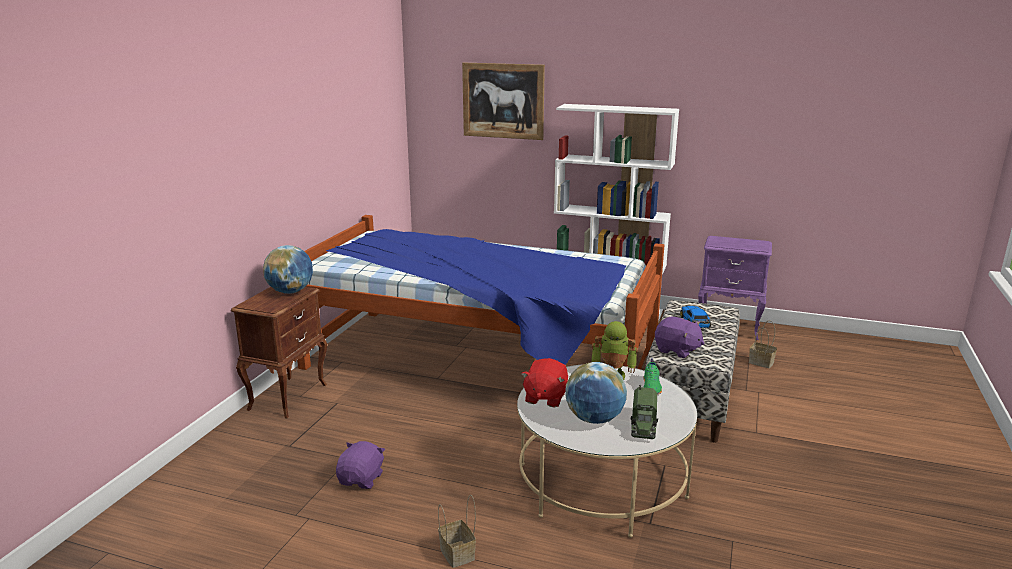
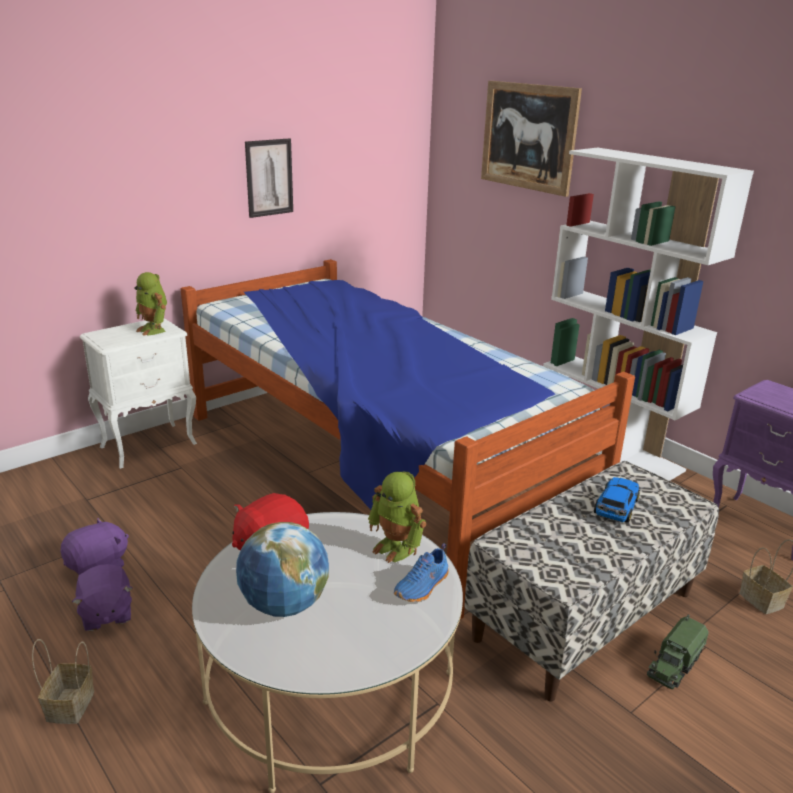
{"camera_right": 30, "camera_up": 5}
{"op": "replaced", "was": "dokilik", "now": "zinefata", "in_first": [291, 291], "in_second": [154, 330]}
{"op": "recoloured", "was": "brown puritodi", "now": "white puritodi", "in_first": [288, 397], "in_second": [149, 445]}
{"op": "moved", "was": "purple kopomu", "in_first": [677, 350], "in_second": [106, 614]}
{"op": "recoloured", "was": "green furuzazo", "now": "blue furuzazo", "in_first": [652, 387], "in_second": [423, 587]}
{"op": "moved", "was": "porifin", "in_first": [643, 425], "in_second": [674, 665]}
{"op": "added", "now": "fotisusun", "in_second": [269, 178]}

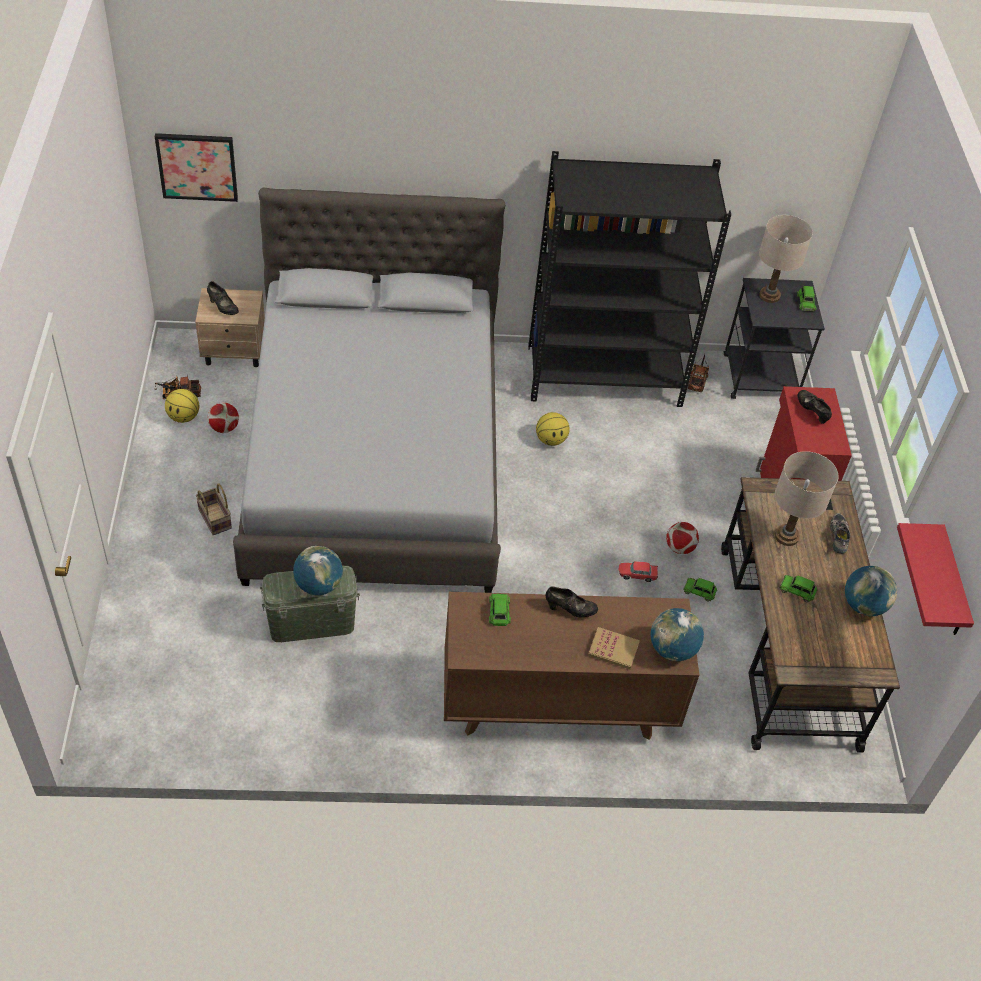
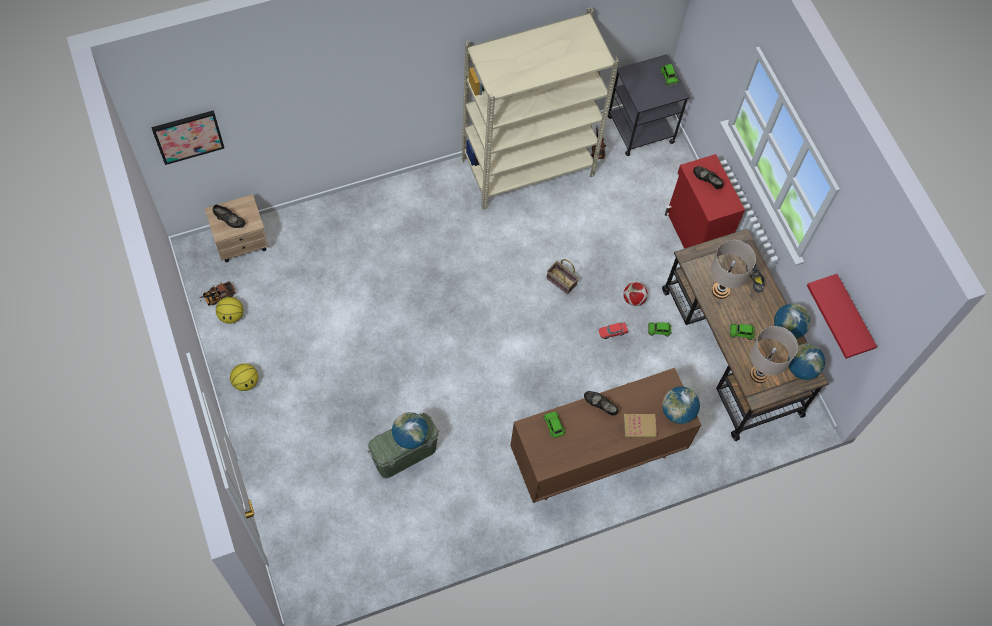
{"camera_right": -20, "camera_up": 15}
{"op": "recoloured", "was": "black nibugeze", "now": "beige nibugeze", "in_first": [604, 376], "in_second": [528, 167]}
{"op": "removed", "was": "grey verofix", "in_first": [375, 456]}
{"op": "moved", "was": "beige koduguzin", "in_first": [769, 295], "in_second": [759, 374]}
{"op": "removed", "was": "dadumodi", "in_first": [224, 428]}
{"op": "moved", "was": "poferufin", "in_first": [551, 440], "in_second": [246, 382]}
{"op": "moved", "was": "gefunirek", "in_first": [216, 519], "in_second": [562, 281]}
{"op": "turned", "was": "black furuzazo", "in_first": [570, 609], "in_second": [600, 406], "clockwise": -135}
{"op": "added", "now": "dokilik", "in_second": [801, 368]}

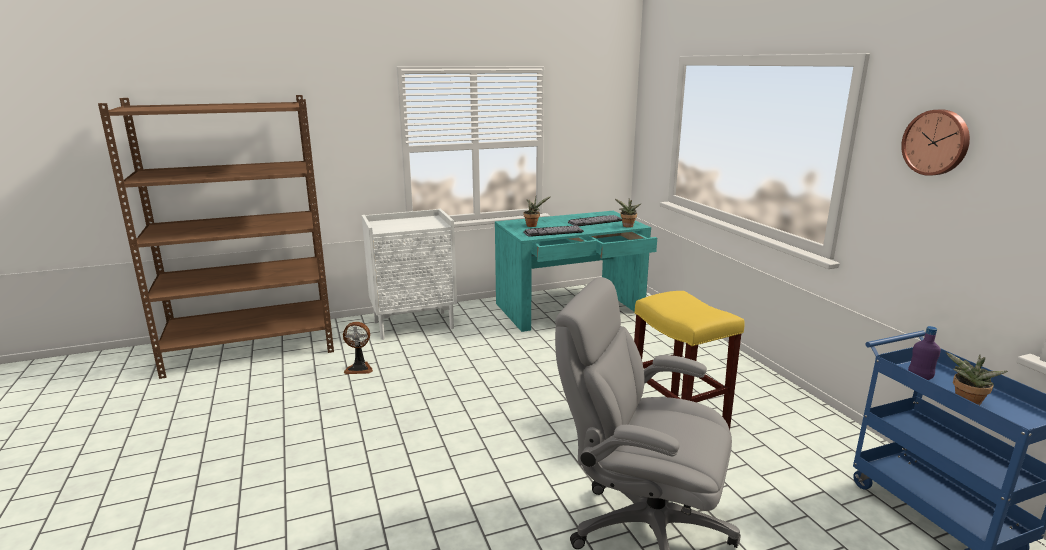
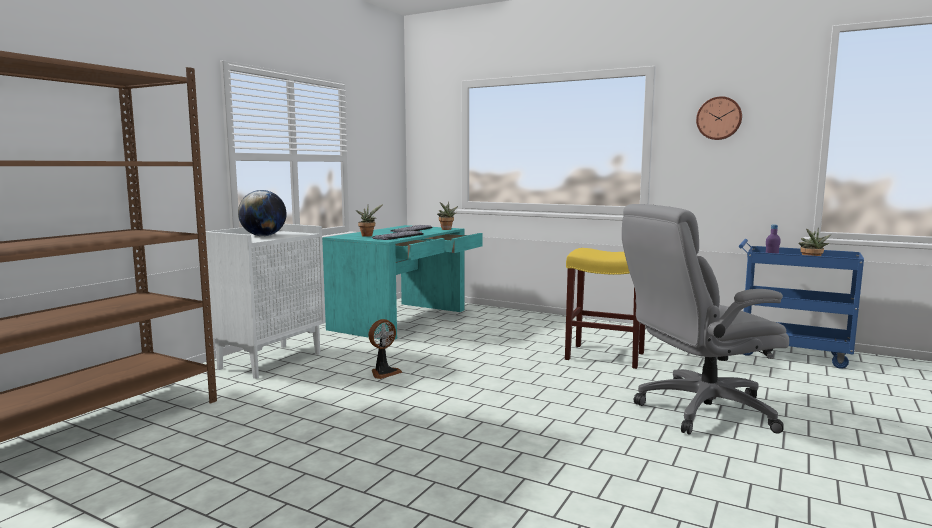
{"camera_right": -40, "camera_up": -10}
{"op": "moved", "was": "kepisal", "in_first": [359, 368], "in_second": [384, 372]}
{"op": "added", "now": "dokilik", "in_second": [263, 236]}

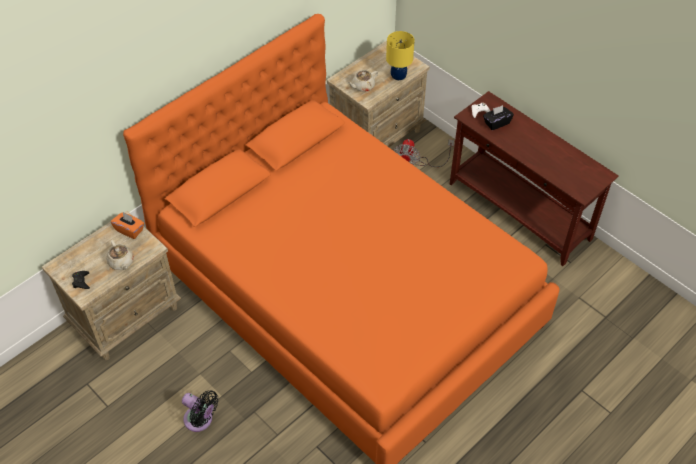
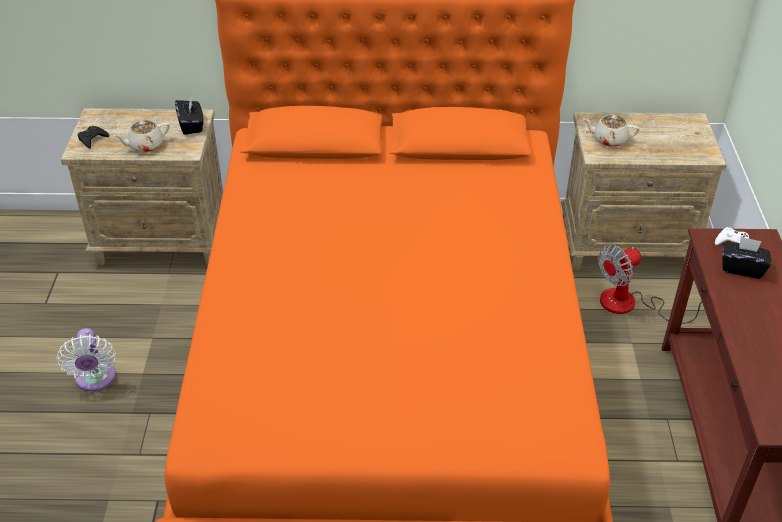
{"camera_right": 45, "camera_up": -10}
{"op": "removed", "was": "yellow koduguzin", "in_first": [398, 77]}
{"op": "recoloured", "was": "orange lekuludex", "now": "black lekuludex", "in_first": [129, 230], "in_second": [191, 125]}
{"op": "turned", "was": "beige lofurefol", "in_first": [121, 262], "in_second": [145, 145], "clockwise": 45}
{"op": "recoloured", "was": "black kepisal", "now": "white kepisal", "in_first": [200, 420], "in_second": [95, 380]}

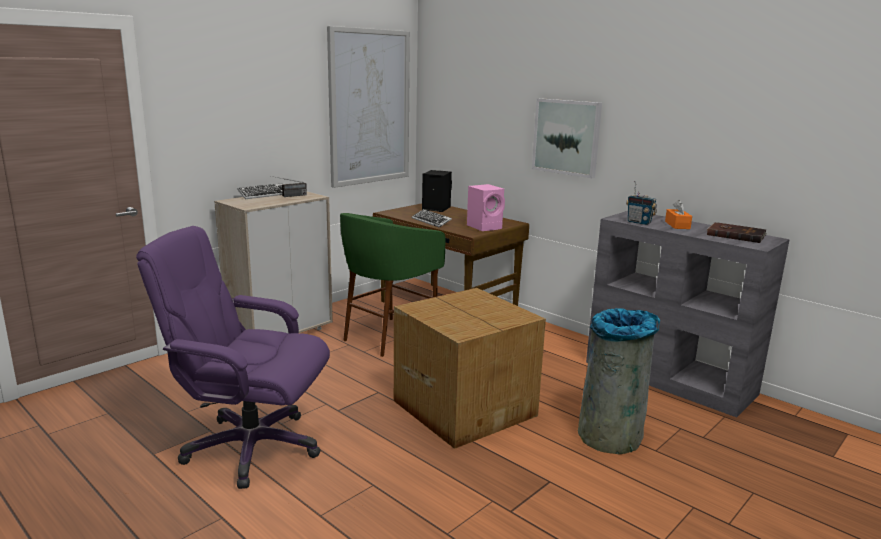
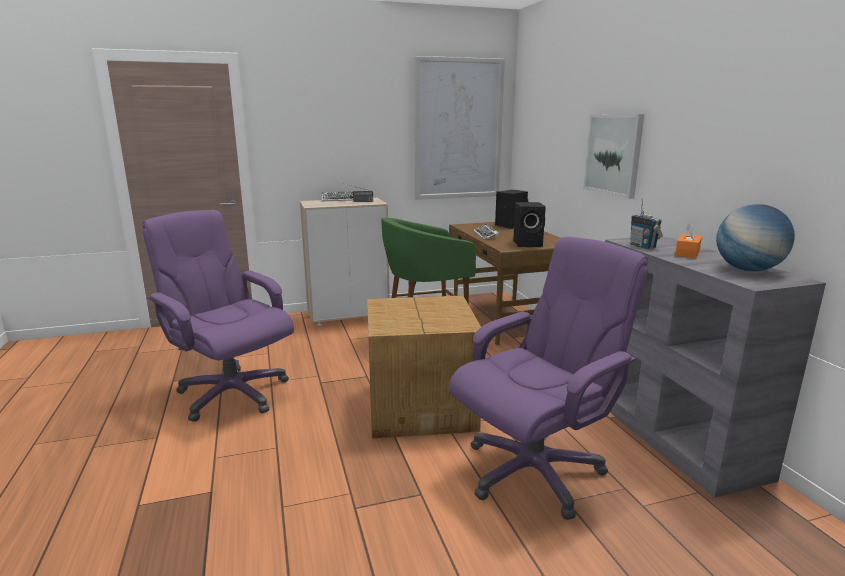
{"camera_right": 30, "camera_up": 0}
{"op": "recoloured", "was": "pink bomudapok", "now": "black bomudapok", "in_first": [485, 227], "in_second": [529, 244]}
{"op": "replaced", "was": "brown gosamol", "now": "dokilik", "in_first": [735, 235], "in_second": [748, 270]}
{"op": "replaced", "was": "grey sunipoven", "now": "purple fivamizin", "in_first": [611, 435], "in_second": [534, 470]}

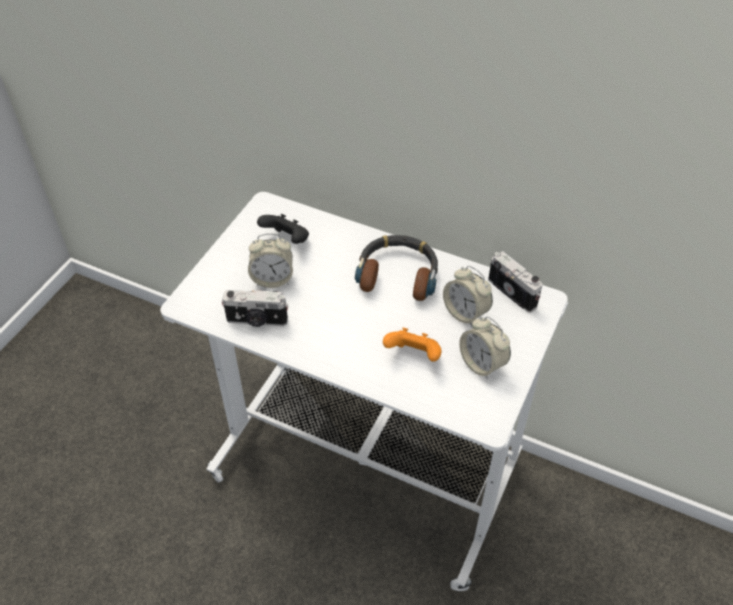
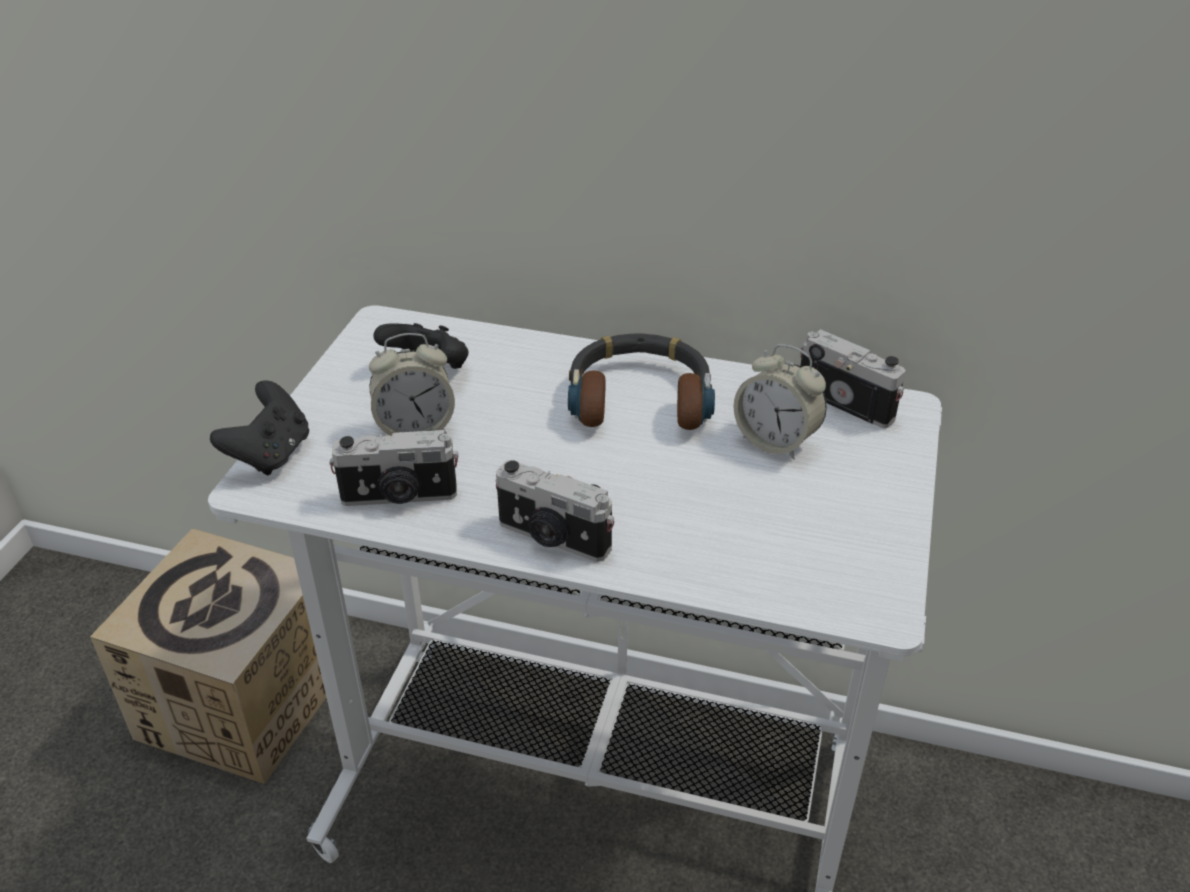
{"camera_right": -10, "camera_up": -10}
{"op": "removed", "was": "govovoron", "in_first": [482, 364]}
{"op": "removed", "was": "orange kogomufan", "in_first": [413, 355]}
{"op": "added", "now": "black kogomufan", "in_second": [271, 454]}
{"op": "added", "now": "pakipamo", "in_second": [552, 538]}
{"op": "added", "now": "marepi", "in_second": [242, 703]}

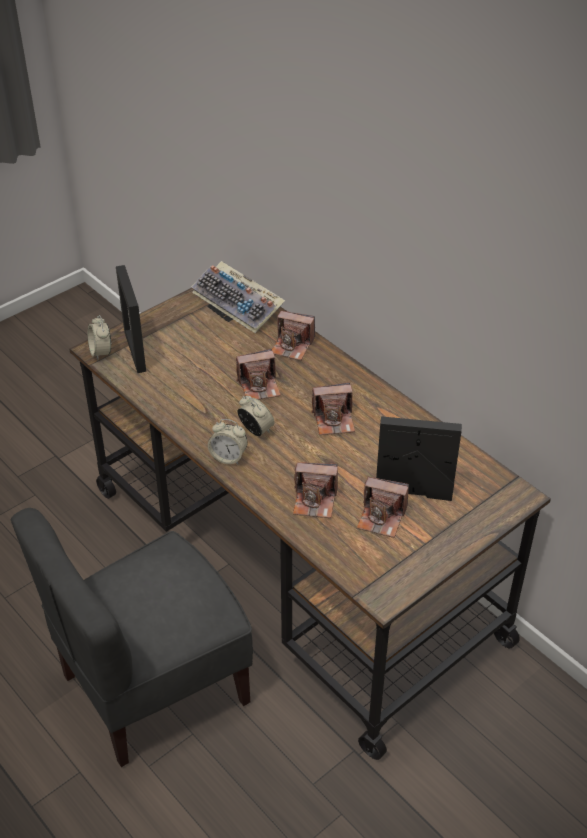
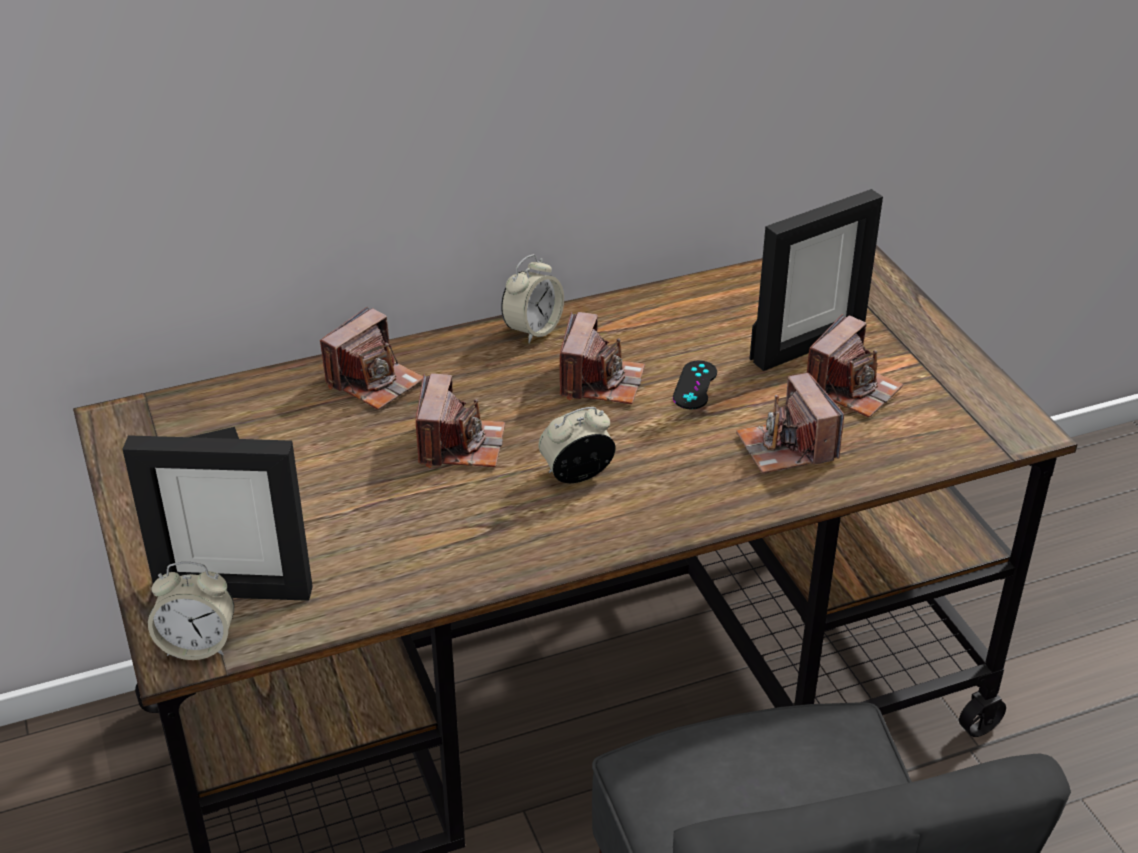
{"camera_right": -70, "camera_up": -5}
{"op": "removed", "was": "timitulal", "in_first": [239, 303]}
{"op": "turned", "was": "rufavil", "in_first": [413, 492], "in_second": [807, 345], "clockwise": -150}
{"op": "moved", "was": "govovoron", "in_first": [228, 457], "in_second": [533, 330]}
{"op": "turned", "was": "pakipamo", "in_first": [315, 500], "in_second": [786, 448], "clockwise": 135}
{"op": "added", "now": "black kogomufan", "in_second": [695, 385]}

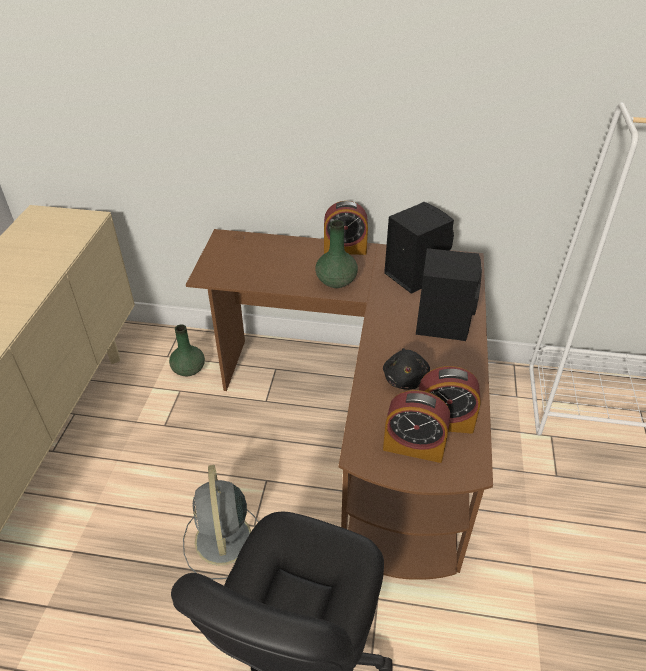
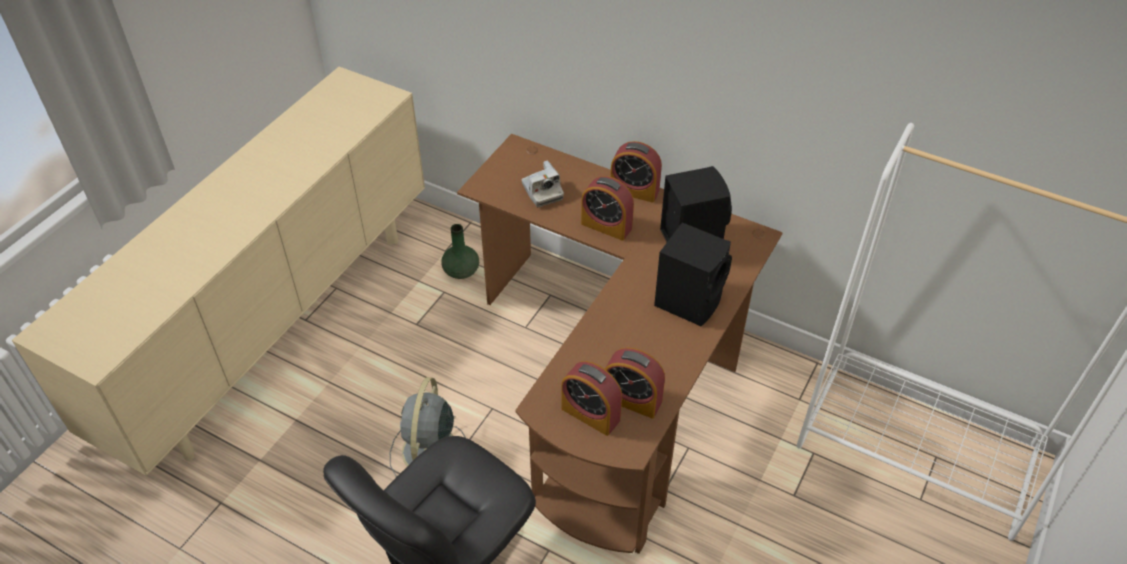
{"camera_right": 20, "camera_up": 5}
{"op": "replaced", "was": "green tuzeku", "now": "govovoron", "in_first": [336, 281], "in_second": [606, 226]}
{"op": "removed", "was": "black kopomu", "in_first": [405, 378]}
{"op": "added", "now": "pakipamo", "in_second": [542, 192]}

